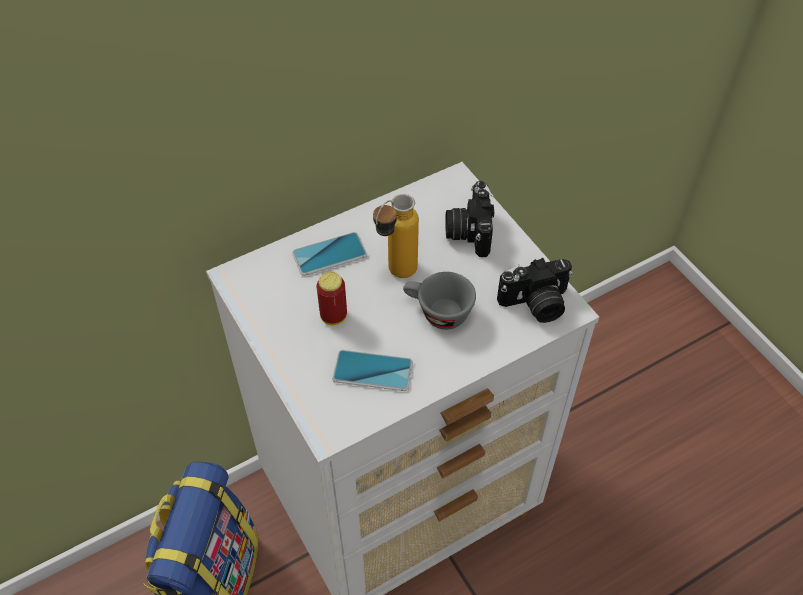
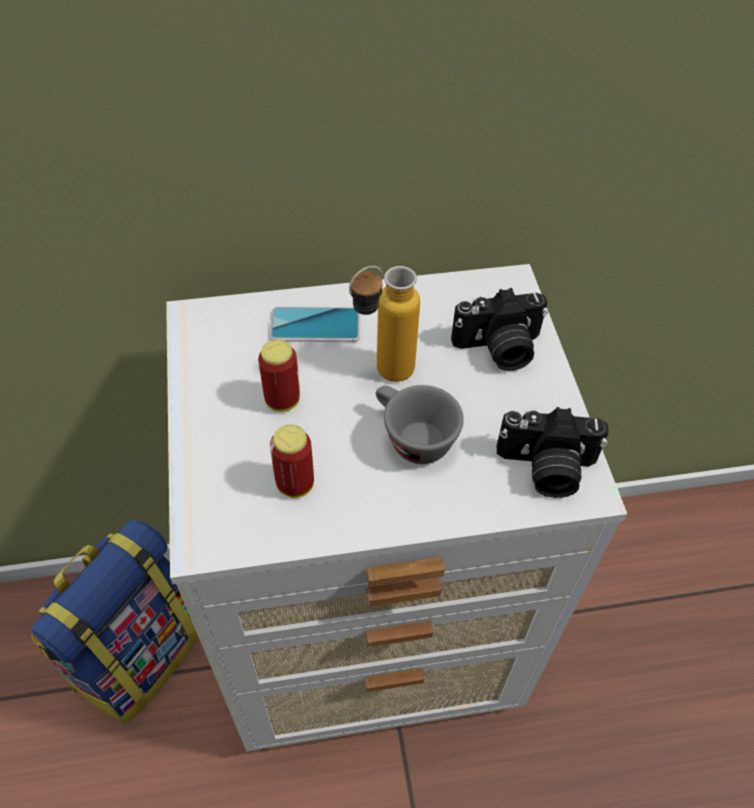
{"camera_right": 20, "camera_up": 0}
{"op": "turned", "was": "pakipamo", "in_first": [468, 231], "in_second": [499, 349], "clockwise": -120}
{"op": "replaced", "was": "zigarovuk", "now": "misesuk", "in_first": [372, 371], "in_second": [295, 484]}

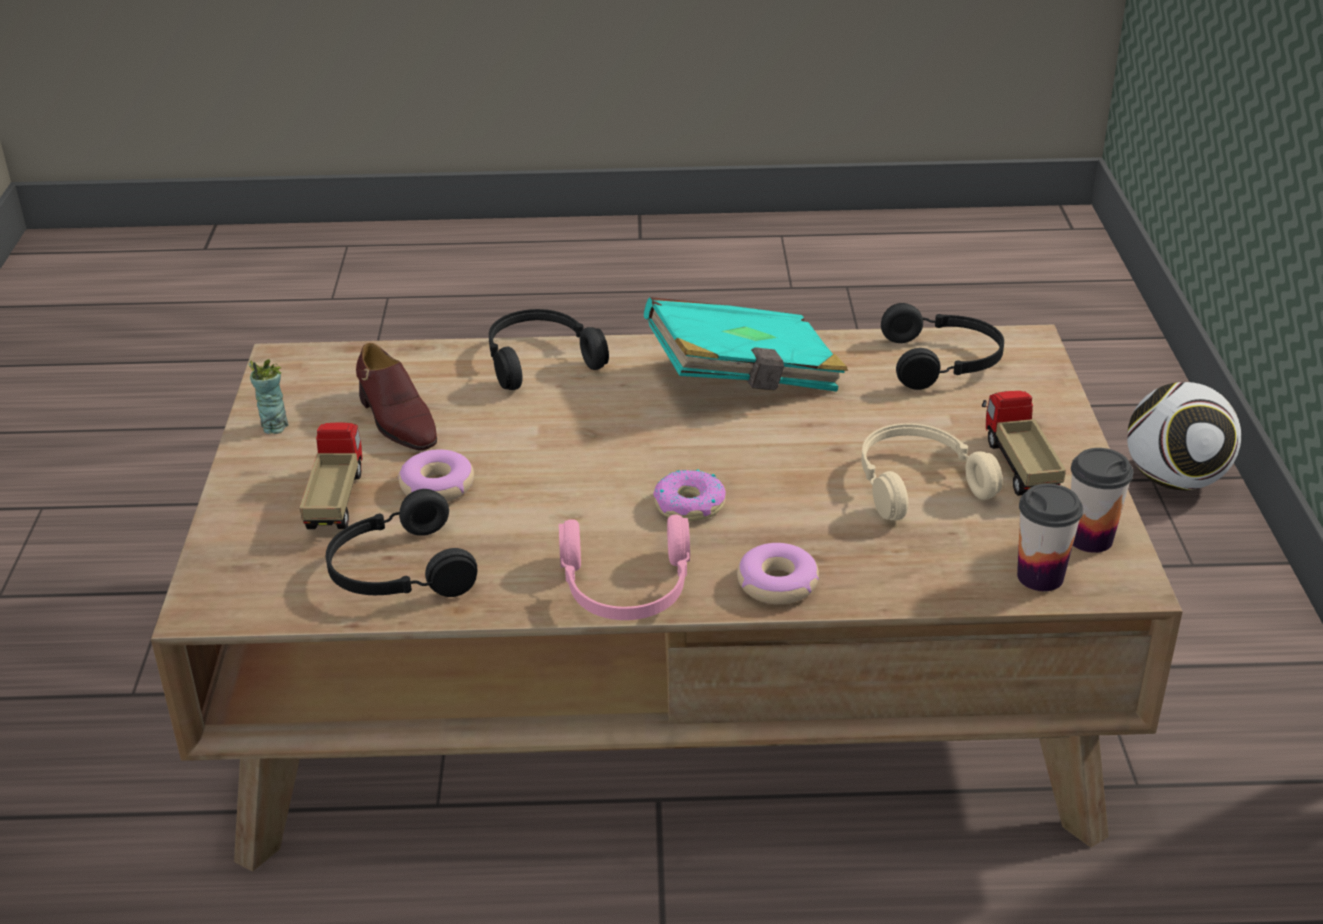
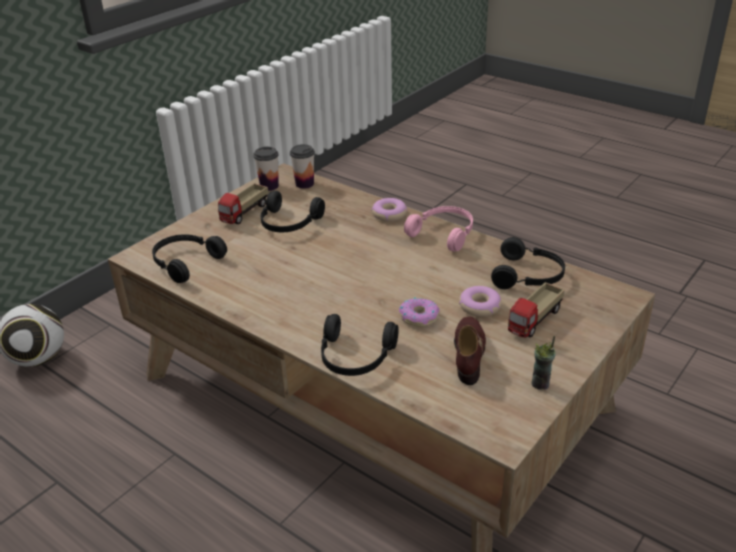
{"camera_right": -140, "camera_up": 0}
{"op": "removed", "was": "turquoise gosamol", "in_first": [744, 379]}
{"op": "recoloured", "was": "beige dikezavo", "now": "black dikezavo", "in_first": [917, 483], "in_second": [288, 223]}
{"op": "moved", "was": "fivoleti", "in_first": [689, 505], "in_second": [419, 317]}

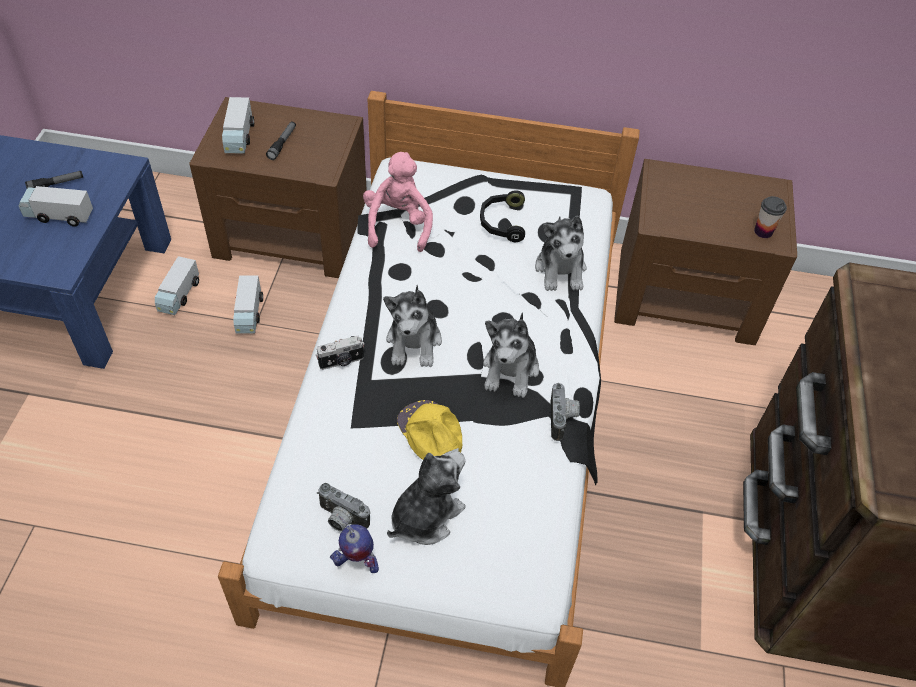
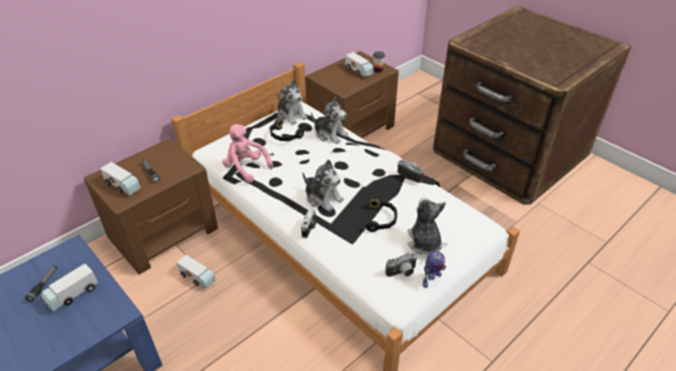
{"camera_right": -50, "camera_up": -10}
{"op": "moved", "was": "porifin", "in_first": [179, 295], "in_second": [359, 71]}
{"op": "moved", "was": "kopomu", "in_first": [510, 369], "in_second": [291, 115]}
{"op": "replaced", "was": "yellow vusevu", "now": "black dikezavo", "in_first": [430, 435], "in_second": [381, 219]}

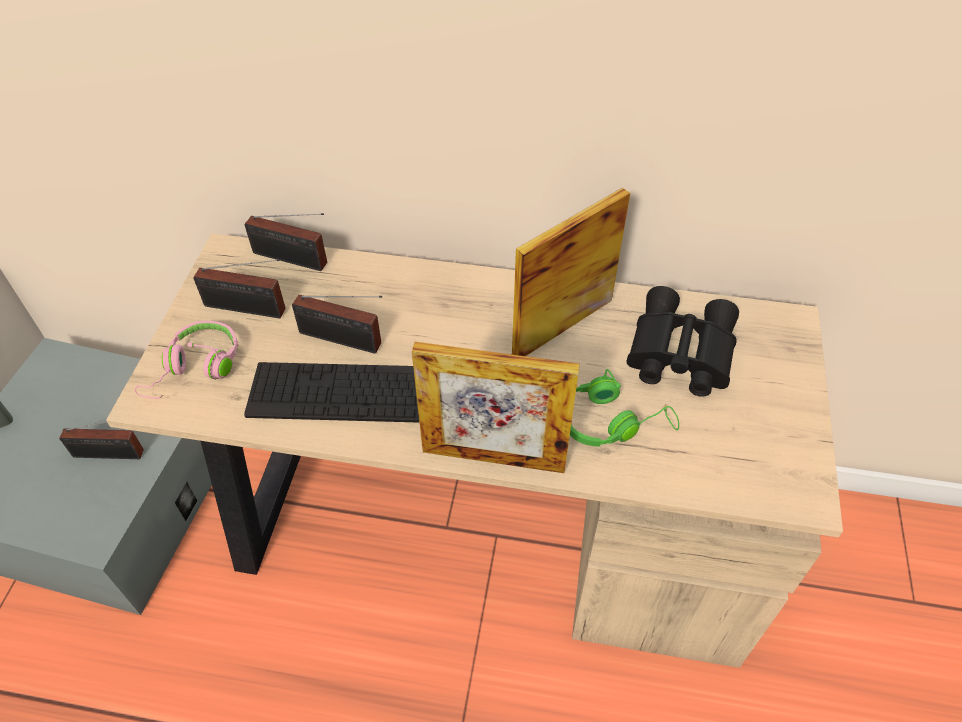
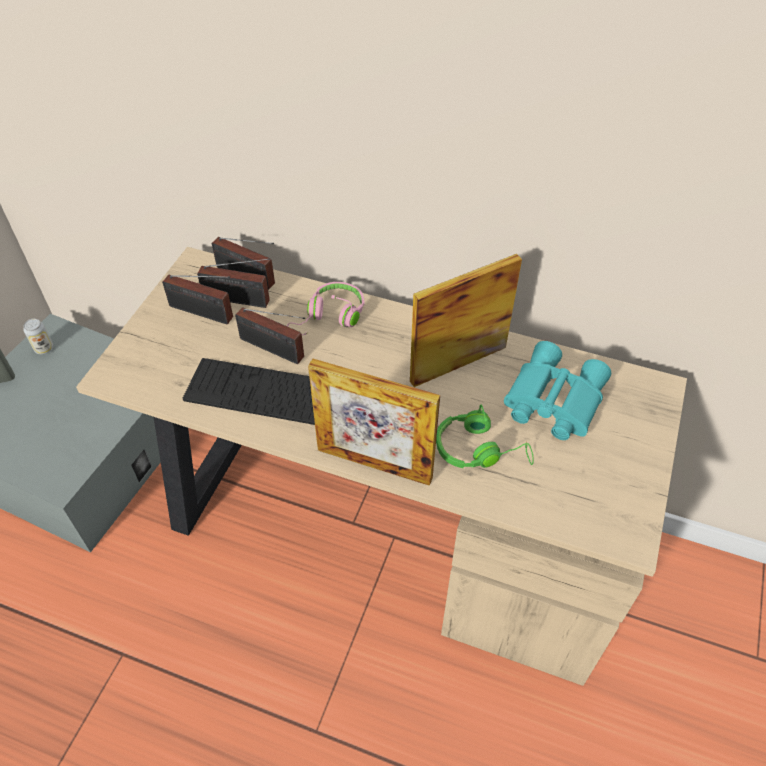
{"camera_right": 10, "camera_up": 0}
{"op": "recoloured", "was": "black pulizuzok", "now": "turquoise pulizuzok", "in_first": [678, 353], "in_second": [551, 400]}
{"op": "moved", "was": "pink dikezavo", "in_first": [196, 369], "in_second": [330, 317]}
{"op": "moved", "was": "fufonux", "in_first": [112, 454], "in_second": [240, 300]}
{"op": "added", "now": "misesuk", "in_second": [44, 348]}

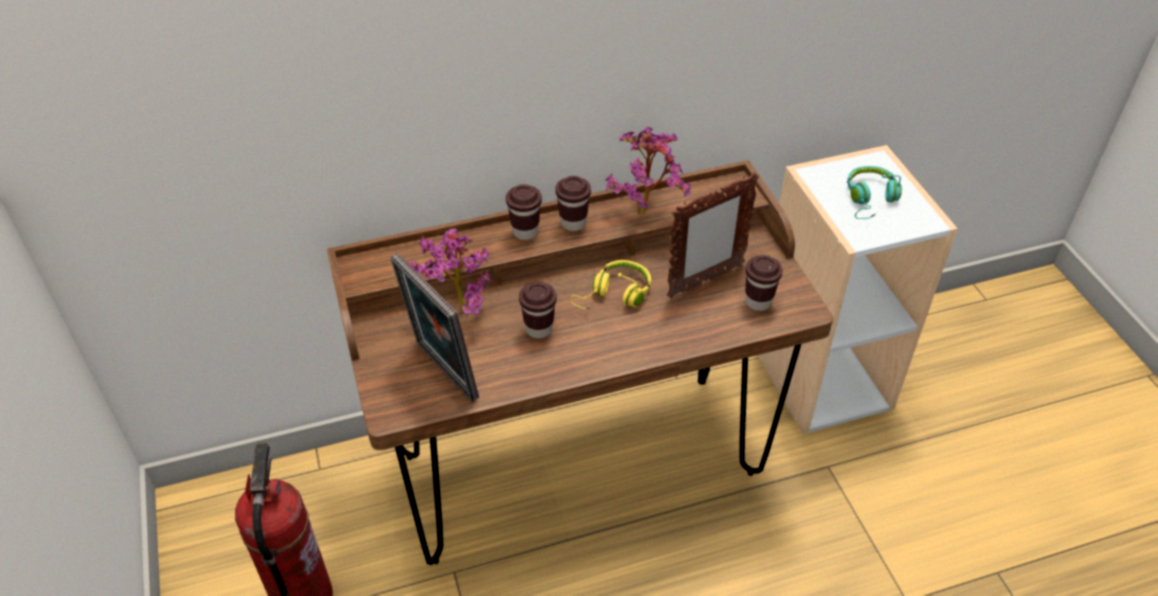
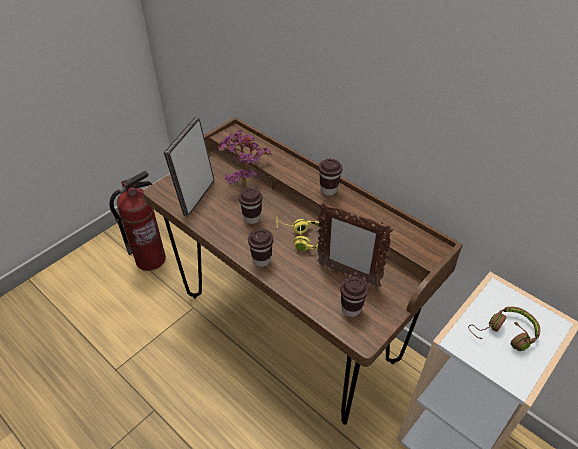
{"camera_right": 60, "camera_up": 0}
{"op": "removed", "was": "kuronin", "in_first": [646, 210]}
{"op": "recoloured", "was": "turquoise dikezavo", "now": "brown dikezavo", "in_first": [870, 199], "in_second": [504, 334]}
{"op": "moved", "was": "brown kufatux", "in_first": [525, 232], "in_second": [261, 260]}

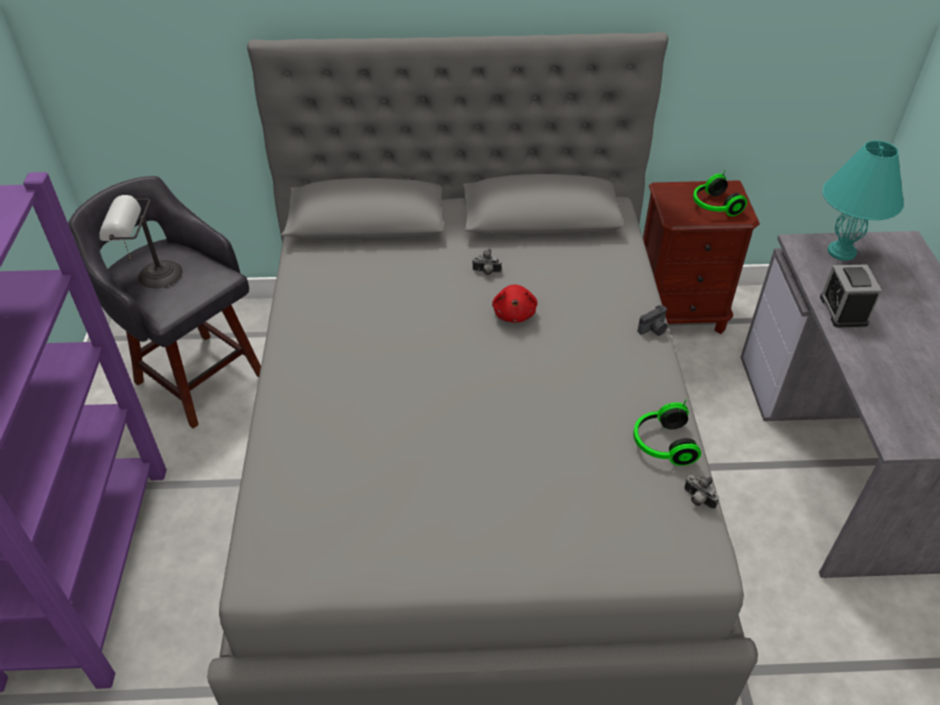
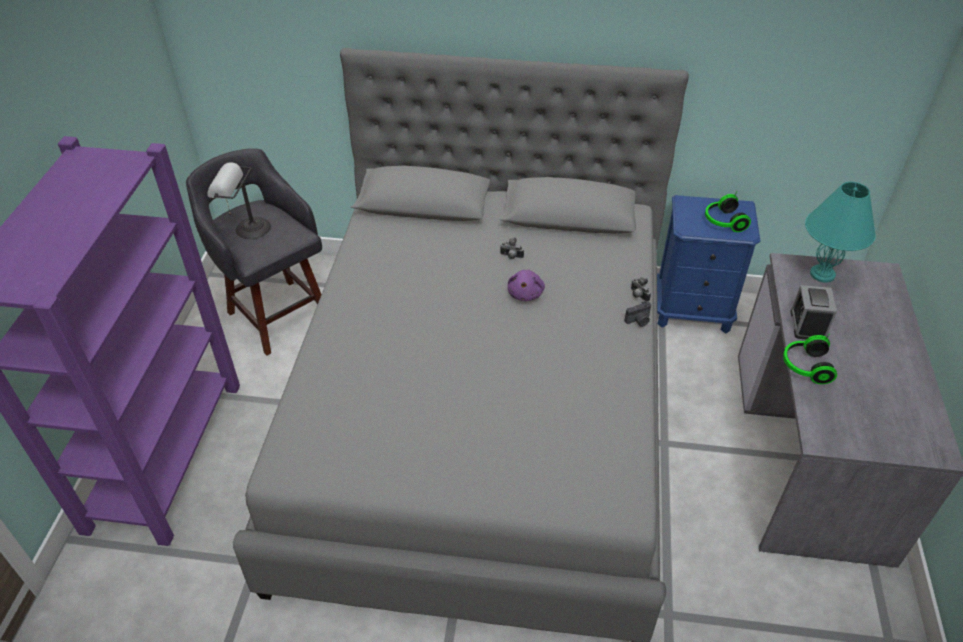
{"camera_right": 10, "camera_up": 0}
{"op": "recoloured", "was": "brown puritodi", "now": "blue puritodi", "in_first": [679, 313], "in_second": [692, 311]}
{"op": "recoloured", "was": "red kopomu", "now": "purple kopomu", "in_first": [514, 313], "in_second": [525, 293]}
{"op": "moved", "was": "dikezavo", "in_first": [661, 444], "in_second": [804, 366]}
{"op": "moved", "was": "pakipamo", "in_first": [697, 500], "in_second": [638, 295]}

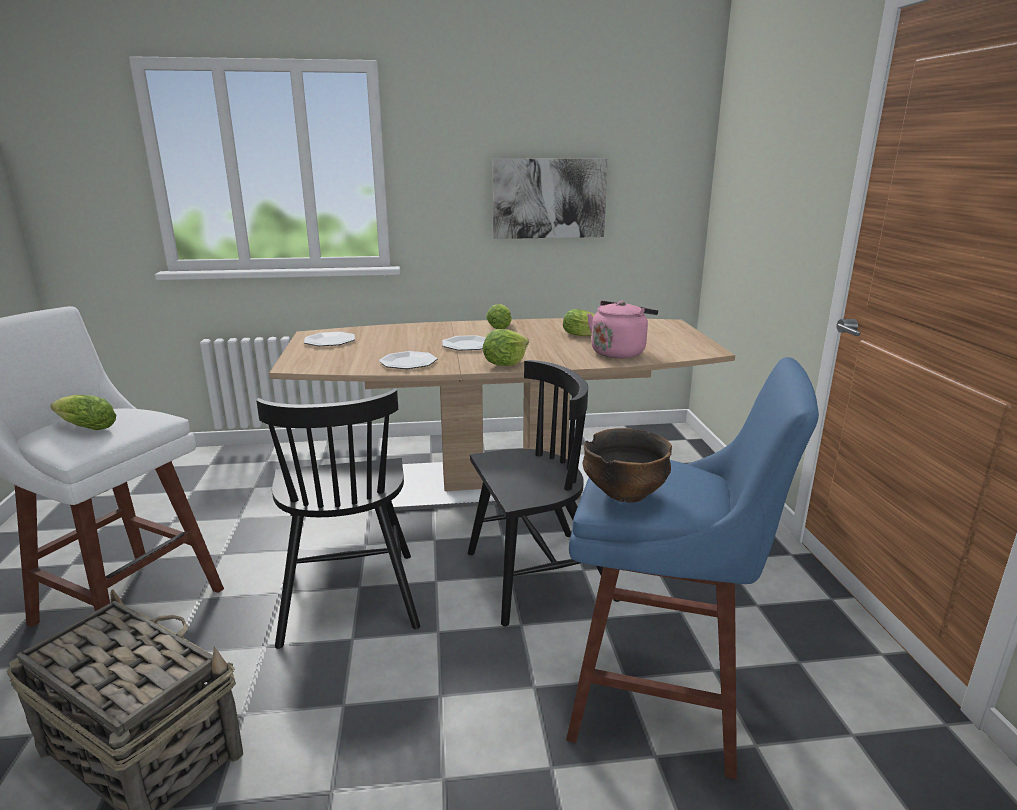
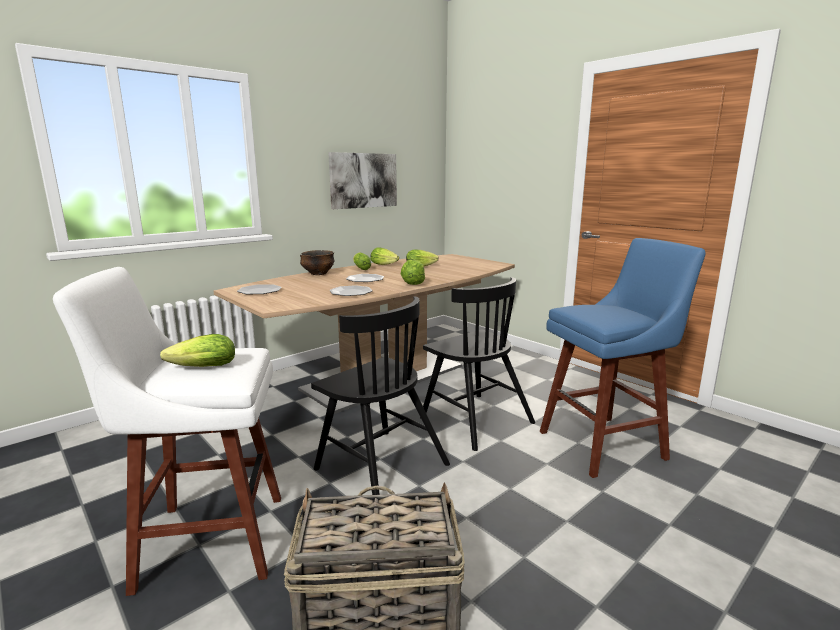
{"camera_right": -35, "camera_up": -5}
{"op": "removed", "was": "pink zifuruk", "in_first": [619, 352]}
{"op": "turned", "was": "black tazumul", "in_first": [531, 577], "in_second": [472, 417], "clockwise": 105}
{"op": "moved", "was": "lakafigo", "in_first": [624, 494], "in_second": [318, 274]}
{"op": "added", "now": "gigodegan", "in_second": [385, 264]}

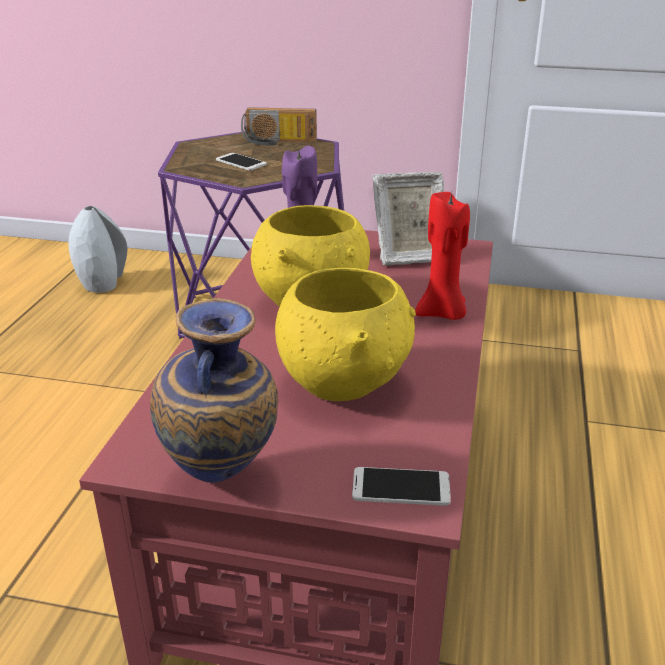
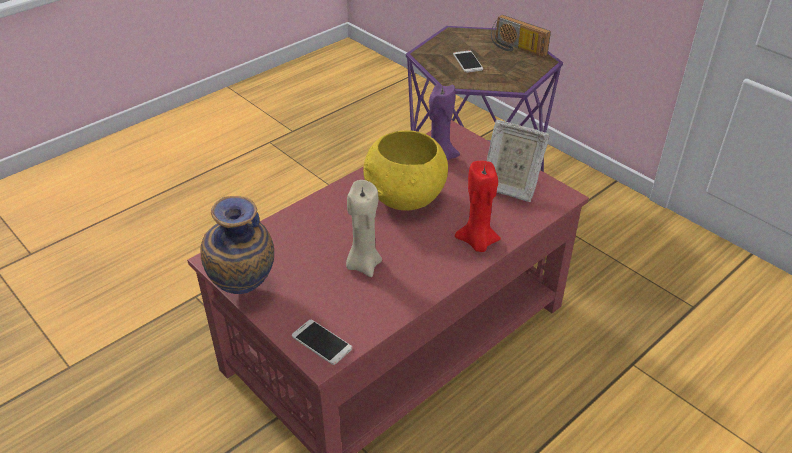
{"camera_right": 35, "camera_up": 10}
{"op": "removed", "was": "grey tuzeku", "in_first": [103, 283]}
{"op": "replaced", "was": "yellow lakafigo", "now": "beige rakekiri", "in_first": [344, 382], "in_second": [363, 264]}

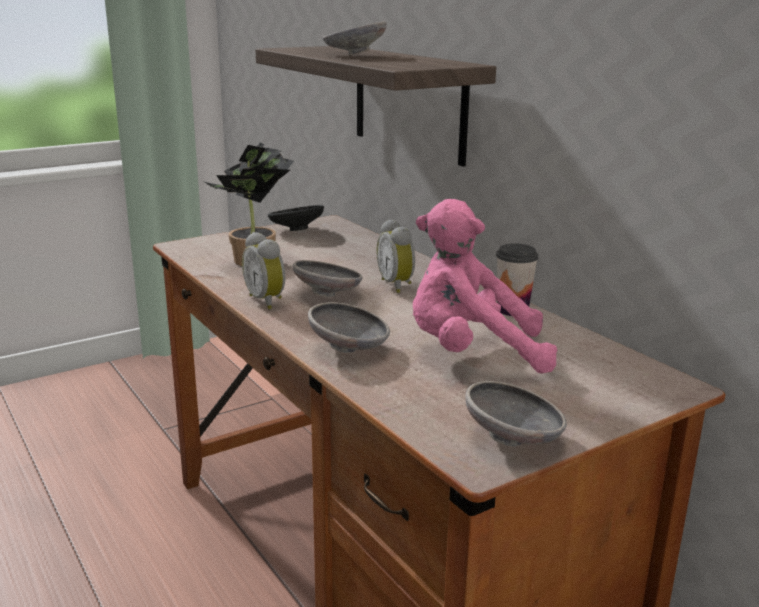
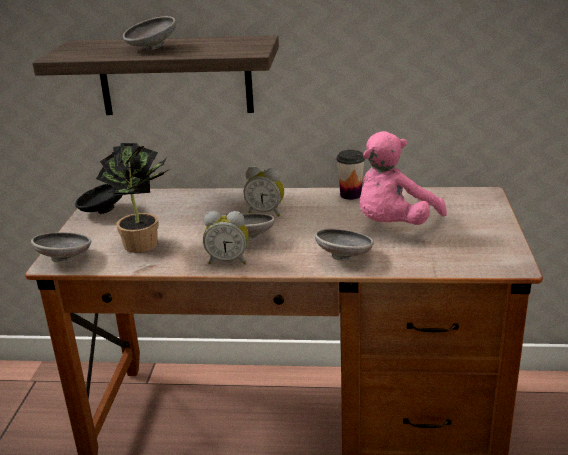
{"camera_right": -50, "camera_up": 5}
{"op": "moved", "was": "grey lakafigo", "in_first": [514, 440], "in_second": [66, 259]}

